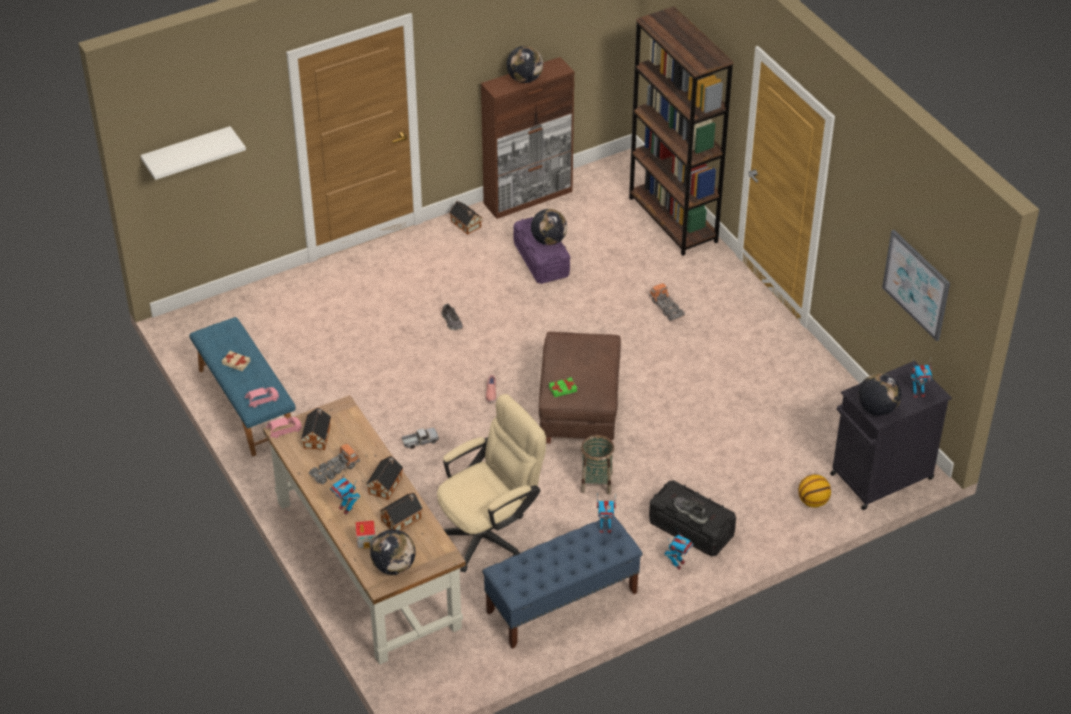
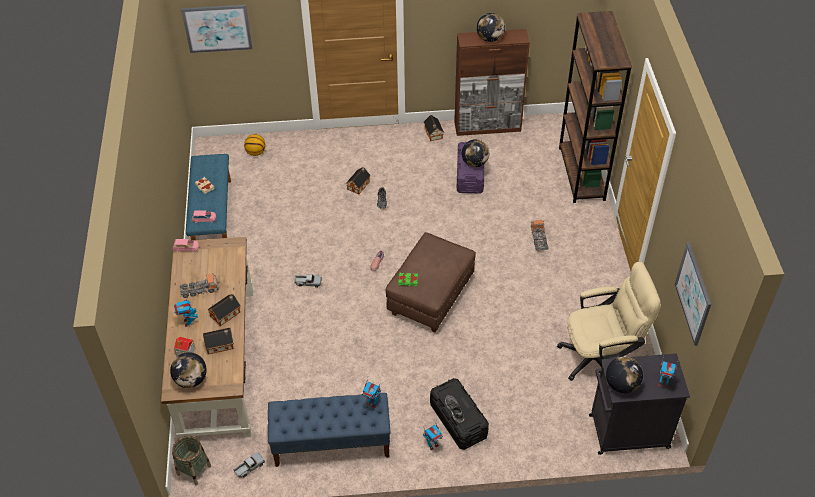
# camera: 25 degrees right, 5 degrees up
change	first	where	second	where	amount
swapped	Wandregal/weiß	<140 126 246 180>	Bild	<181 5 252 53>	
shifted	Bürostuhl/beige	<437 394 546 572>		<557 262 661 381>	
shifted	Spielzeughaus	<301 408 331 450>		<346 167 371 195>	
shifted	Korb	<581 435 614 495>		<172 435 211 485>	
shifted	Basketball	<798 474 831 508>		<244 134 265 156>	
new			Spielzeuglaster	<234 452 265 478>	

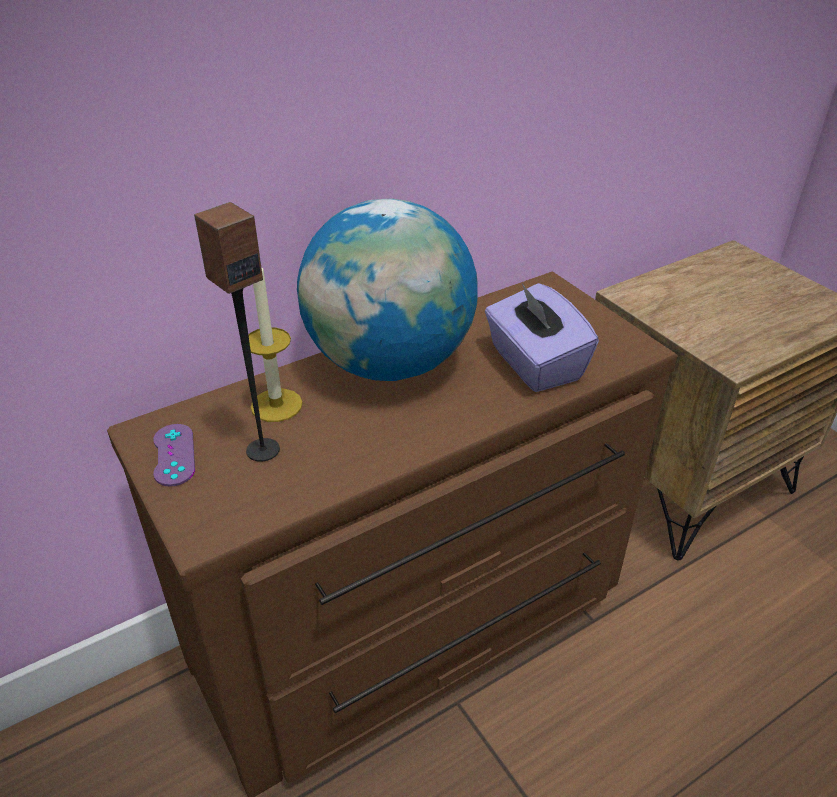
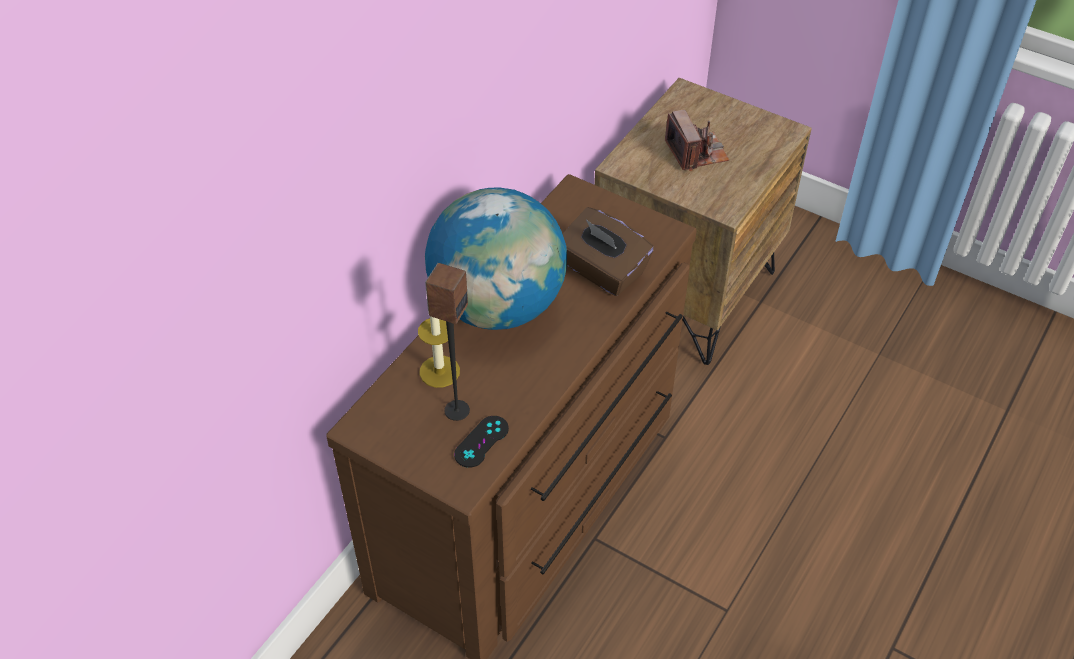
# camera: 25 degrees left, 10 degrees up
change	first	where	second	where	amount
repainted	Taschentuchbox/lila	<485 283 599 392>	Taschentuchbox/braun	<563 207 654 296>	
gone	Gamepad/lila	<153 424 195 487>			
new			Kamera	<665 110 729 171>	
new			Gamepad/schwarz	<454 416 509 468>	

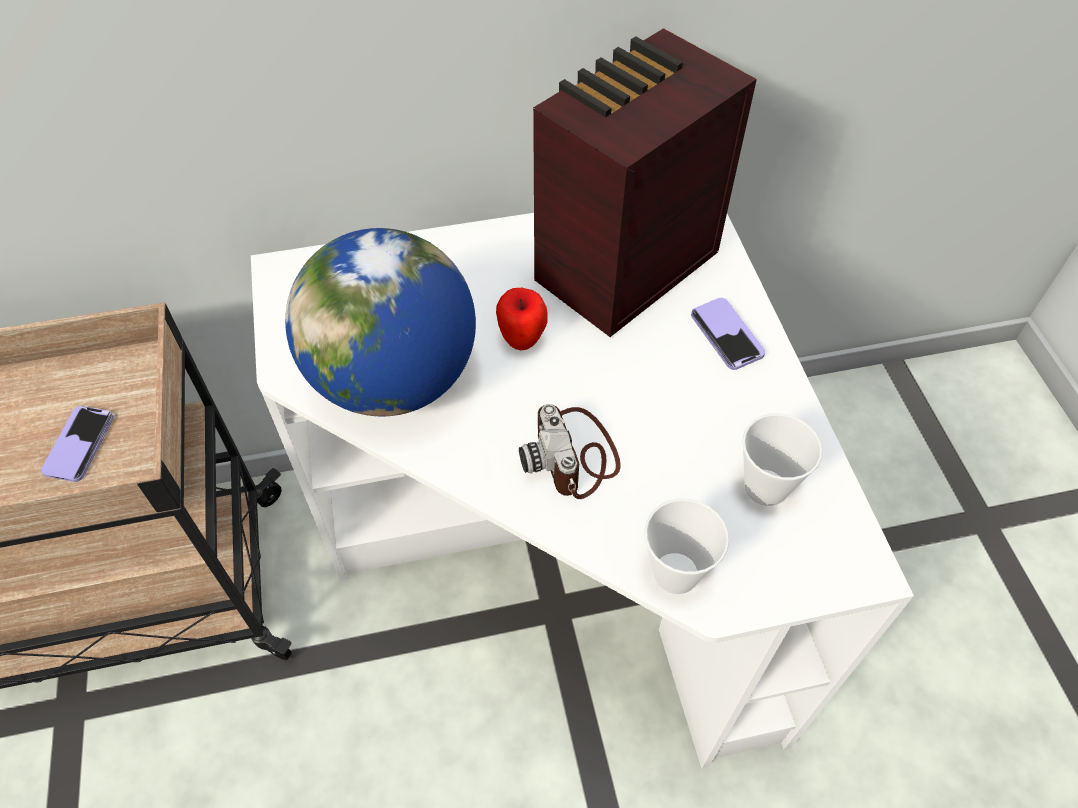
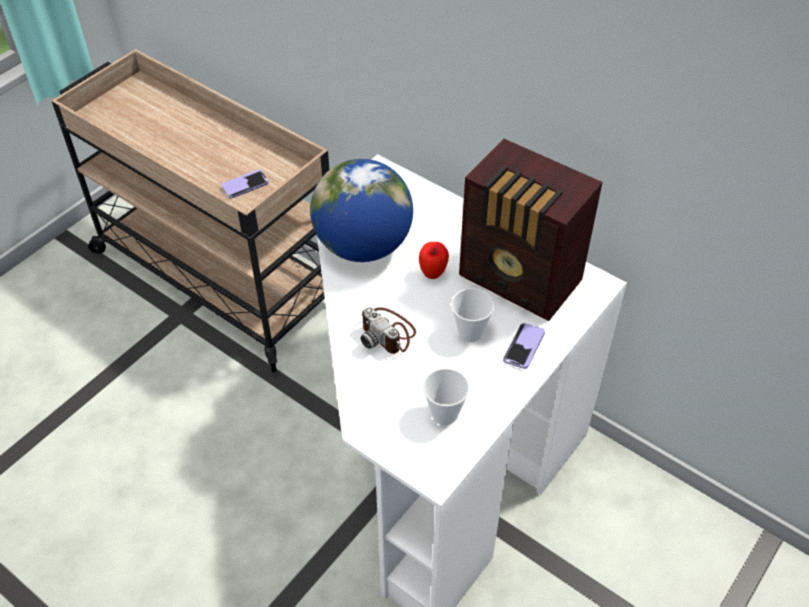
# camera: 50 degrees right, 5 degrees down
change	first	where	second	where	amount
rotated	Radio	<533 28 757 337>		<459 139 603 321>	150 degrees counterclockwise
rotated	Kamera	<519 404 621 499>		<360 307 416 354>	75 degrees counterclockwise
shifted	Tasse	<644 499 729 594>		<451 288 495 342>	

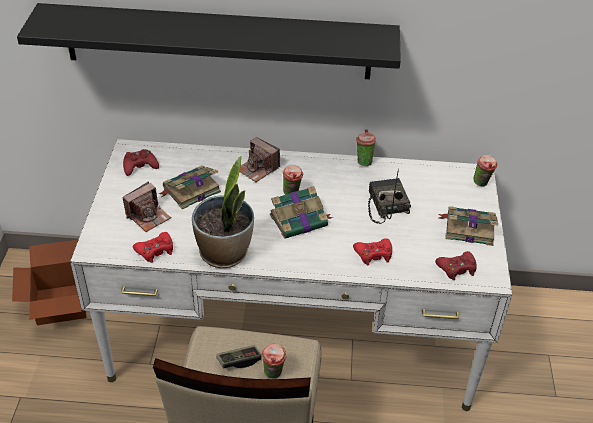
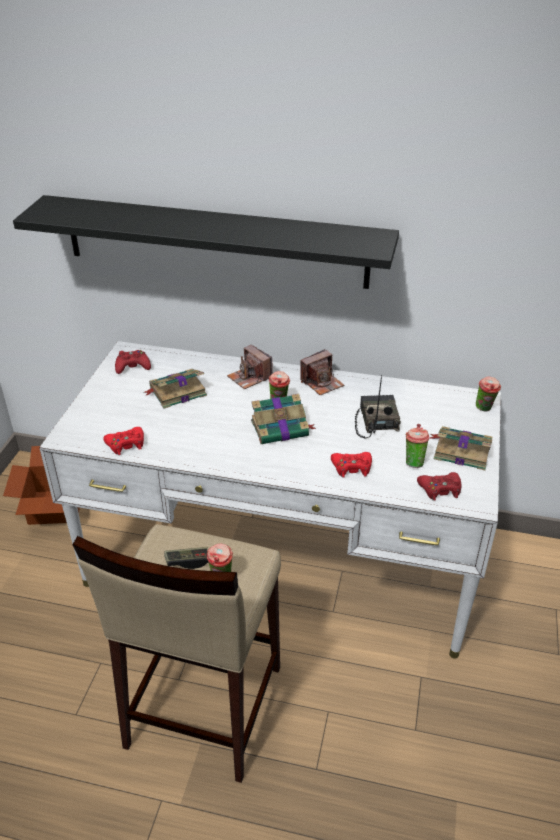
# camera: 10 degrees right, 5 degrees down
change	first	where	second	where	amount
shifted	Tasse	<356 129 376 166>		<406 424 429 468>	
gone	Topfpflanze	<192 156 254 268>			
shifted	Kamera	<122 182 171 232>		<300 349 344 395>	

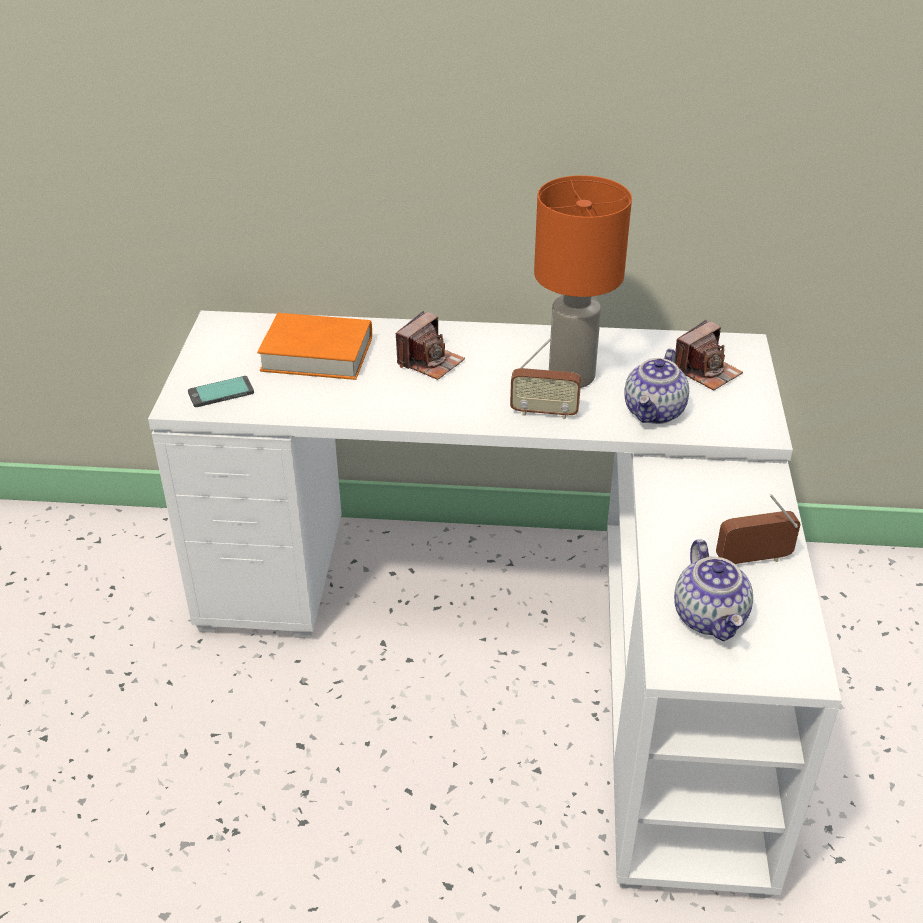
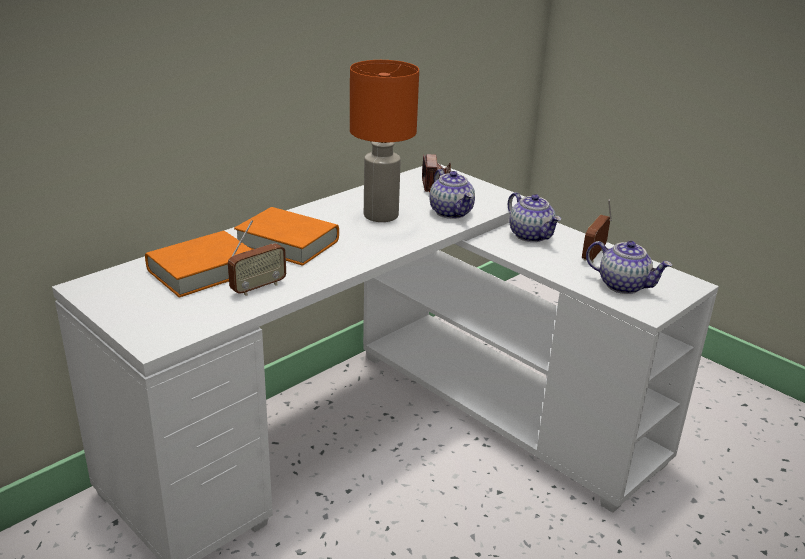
# camera: 50 degrees left, 10 degrees down
change	first	where	second	where	amount
swapped	Kamera	<396 311 465 380>	Buch/orange	<234 207 339 266>	
shifted	Radio	<510 338 581 420>		<228 220 286 296>	
gone	Handy	<188 376 254 407>			
new			Teekanne	<508 192 561 242>	

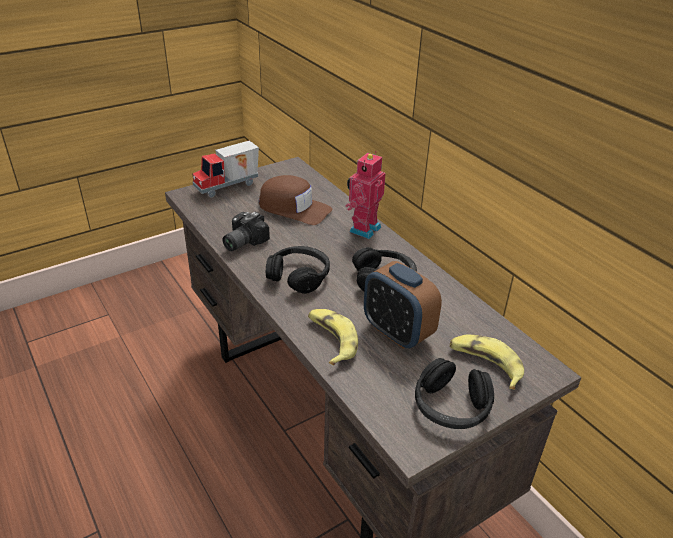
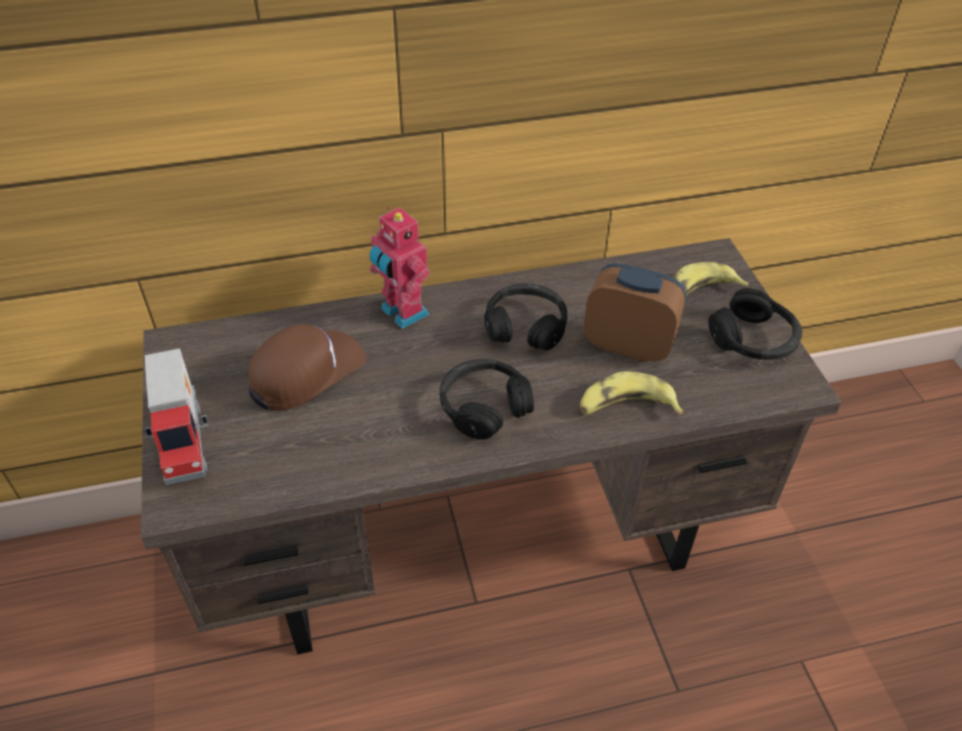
# camera: 70 degrees left, 10 degrees up
change	first	where	second	where	amount
gone	Kamera	<223 211 270 251>			
rotated	Wecker	<364 261 442 349>		<584 263 686 362>	135 degrees counterclockwise

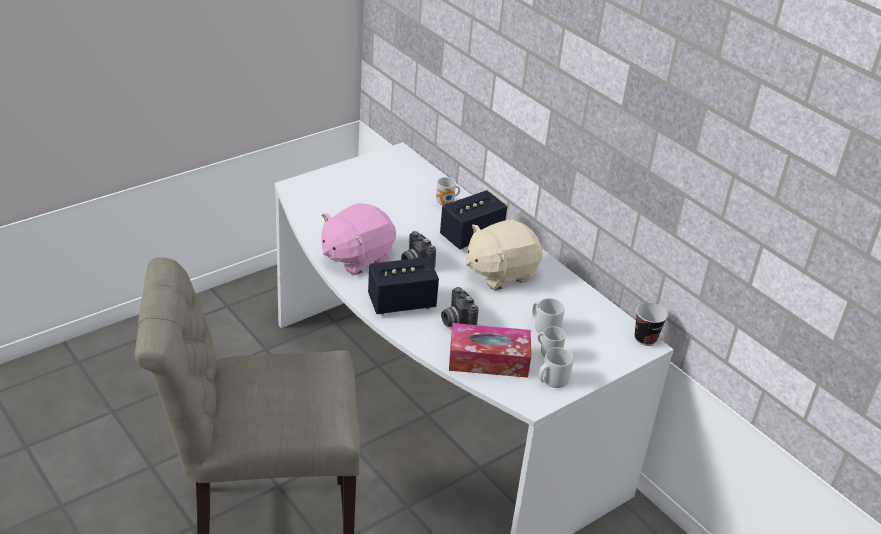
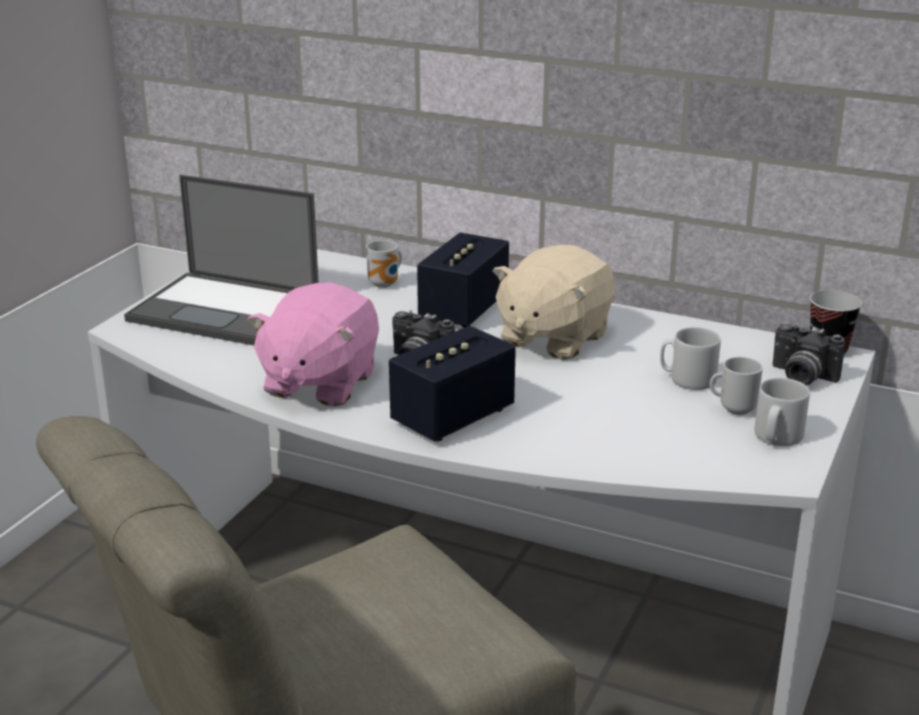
# camera: 25 degrees left, 10 degrees down
change	first	where	second	where	amount
shifted	Kamera	<441 287 478 327>		<773 323 845 385>	
gone	Taschentuchbox	<449 323 531 378>			
new			Laptop	<124 175 319 345>	

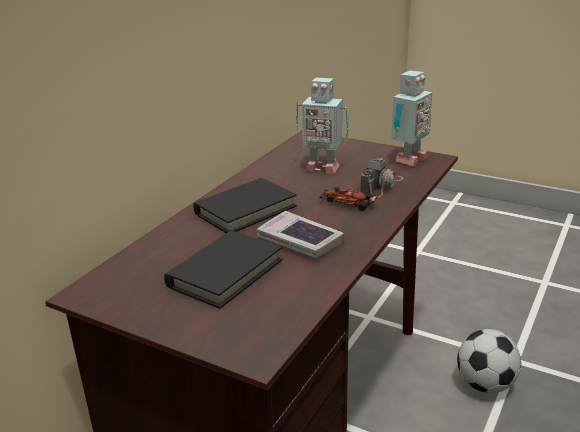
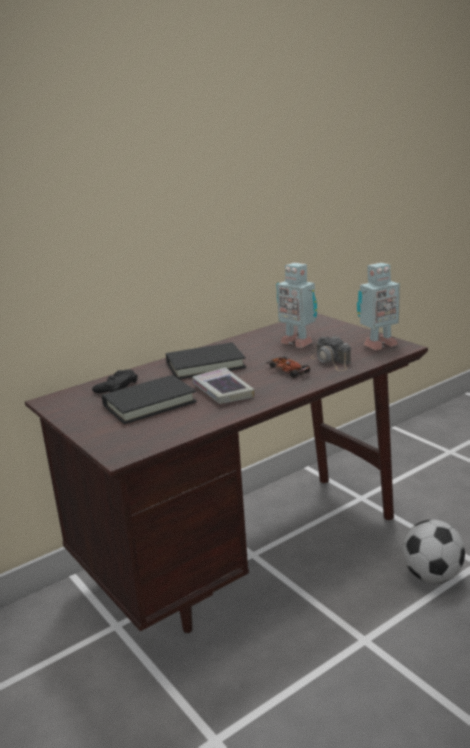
# camera: 25 degrees right, 5 degrees down
change	first	where	second	where	amount
rotated	Kamera	<360 158 403 197>		<311 336 351 371>	90 degrees clockwise
new			Gamepad/schwarz	<92 369 138 393>	

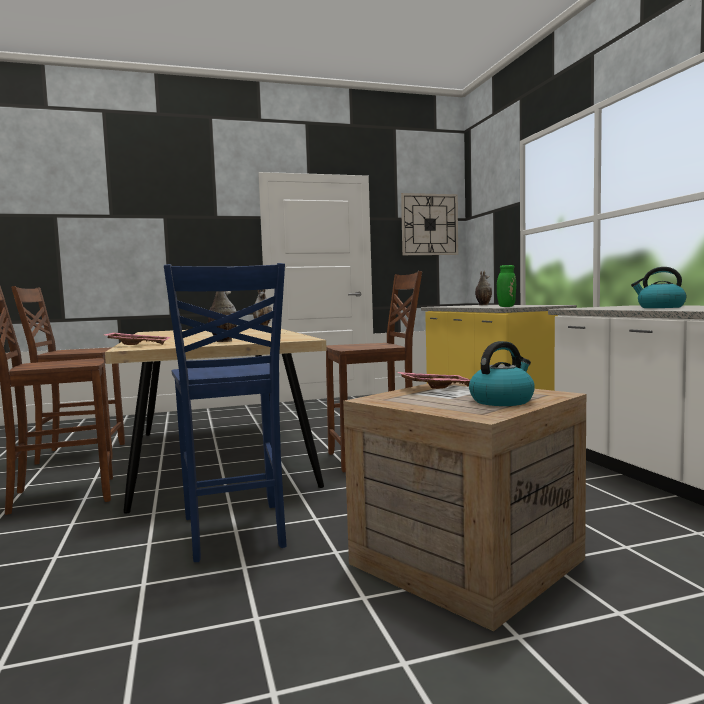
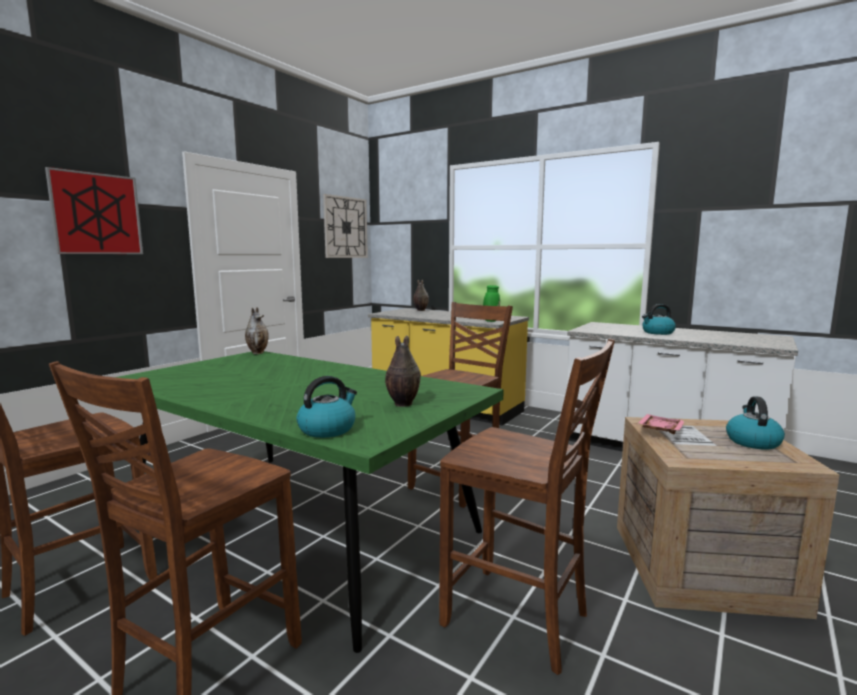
# camera: 40 degrees left, 5 degrees up
change	first	where	second	where	amount
repainted	Stuhl/blau	<164 263 286 562>	Stuhl/braun	<439 338 615 675>	
repainted	Esstisch/beige	<105 326 327 514>	Esstisch/grün	<115 351 504 653>	
swapped	Tablett/rosa	<104 333 171 345>	Wasserkessel	<296 376 357 438>	
new			Bild	<45 167 143 254>	

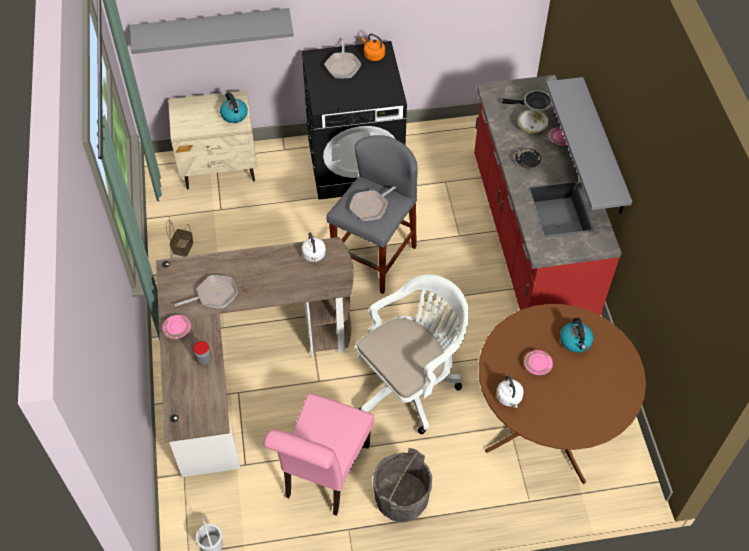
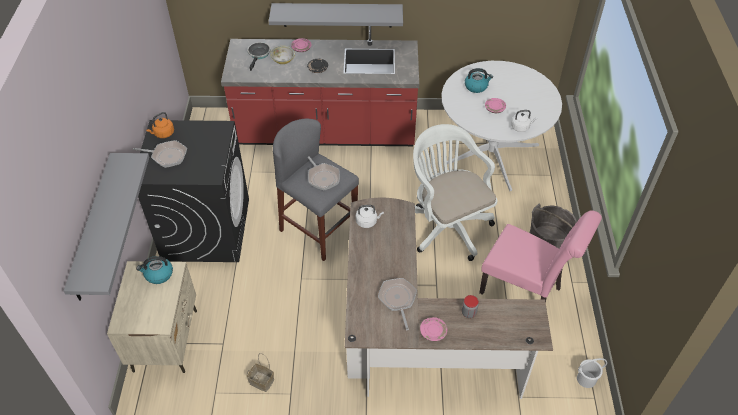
# camera: 80 degrees left, 5 degrees down
change	first	where	second	where	amount
repainted	Esstisch/braun	<479 304 646 484>	Esstisch/weiß	<441 61 562 191>	

